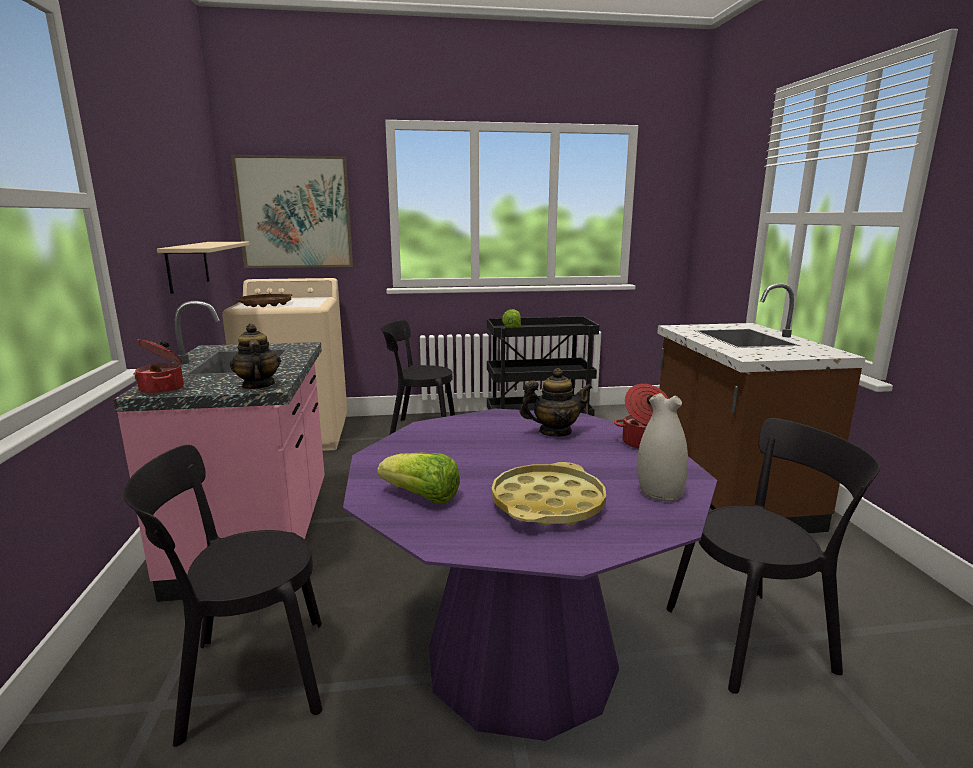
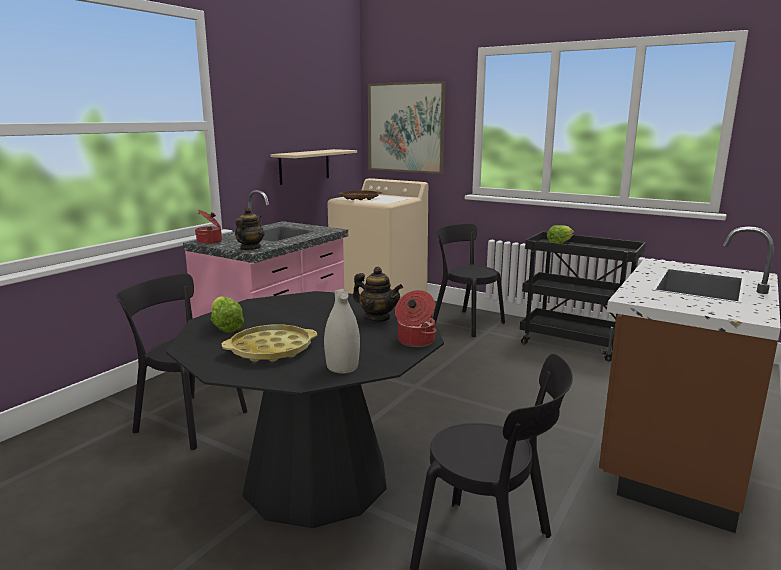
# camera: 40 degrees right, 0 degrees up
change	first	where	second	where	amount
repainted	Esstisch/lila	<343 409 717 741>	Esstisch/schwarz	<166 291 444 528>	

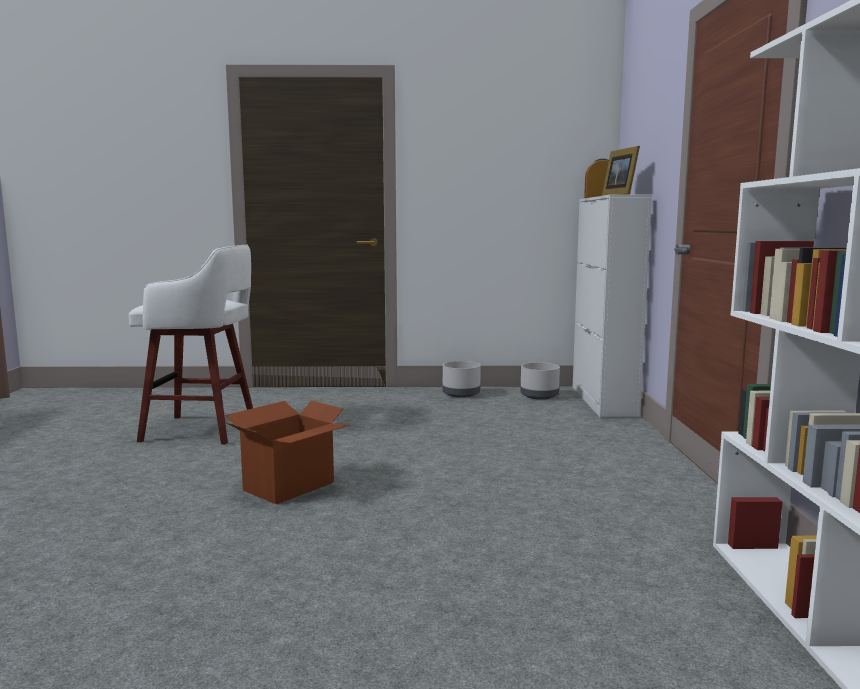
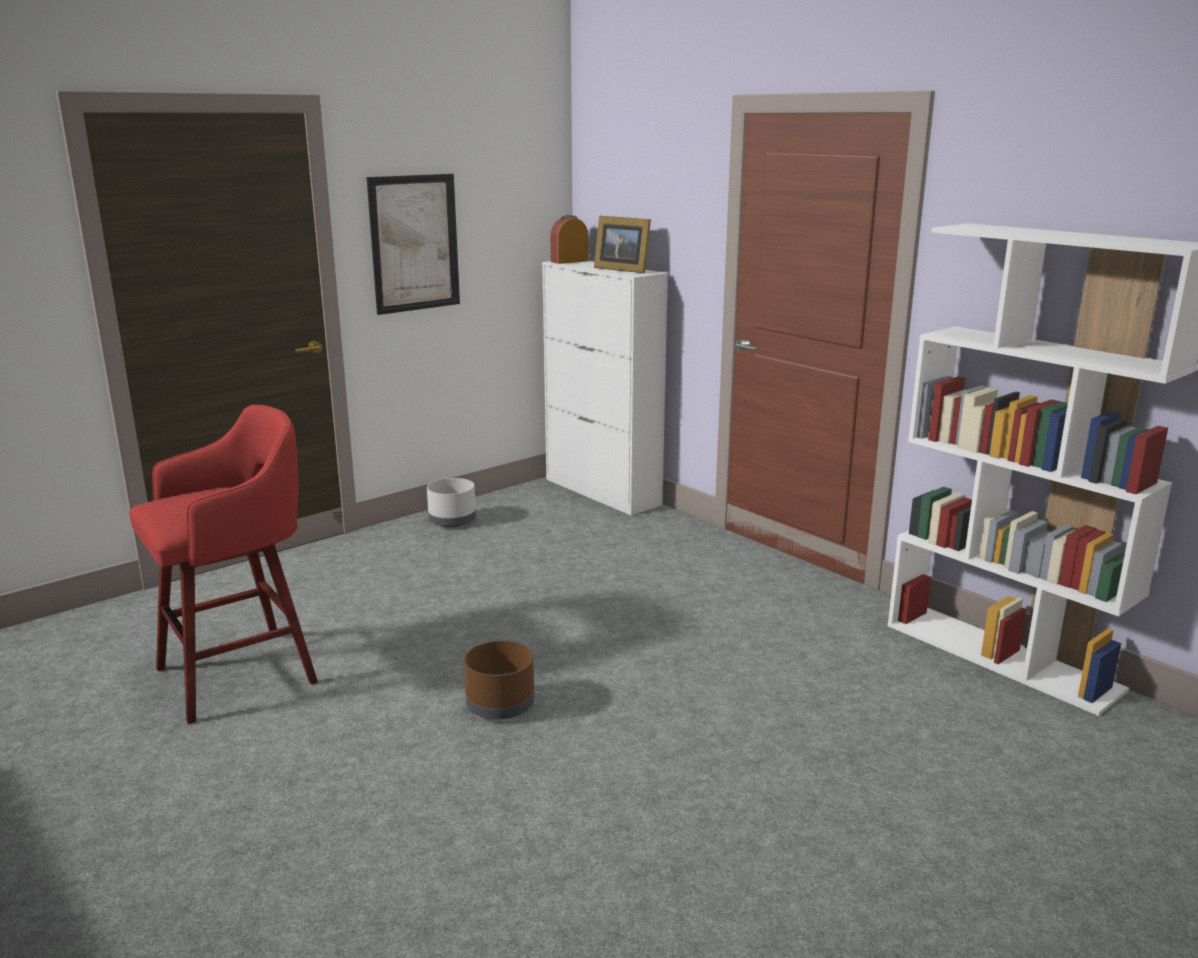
# camera: 40 degrees left, 10 degrees up
change	first	where	second	where	amount
repainted	Hocker/weiß	<129 245 253 444>	Hocker/rot	<129 405 318 724>	
gone	Pflanzkübel/grau	<521 362 560 400>			
swapped	Karton	<225 400 350 504>	Pflanzkübel/braun	<464 640 535 720>	
new			Bild	<367 174 460 315>	

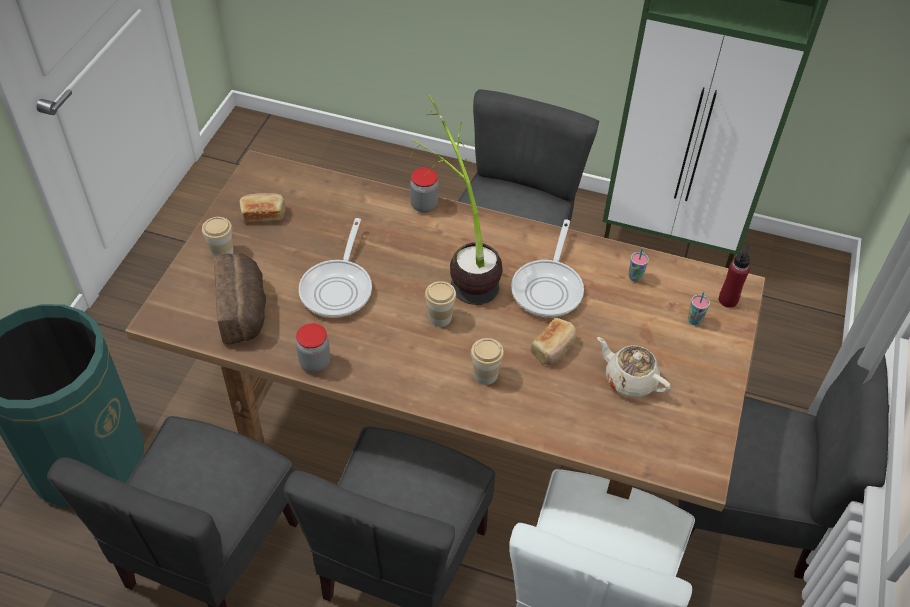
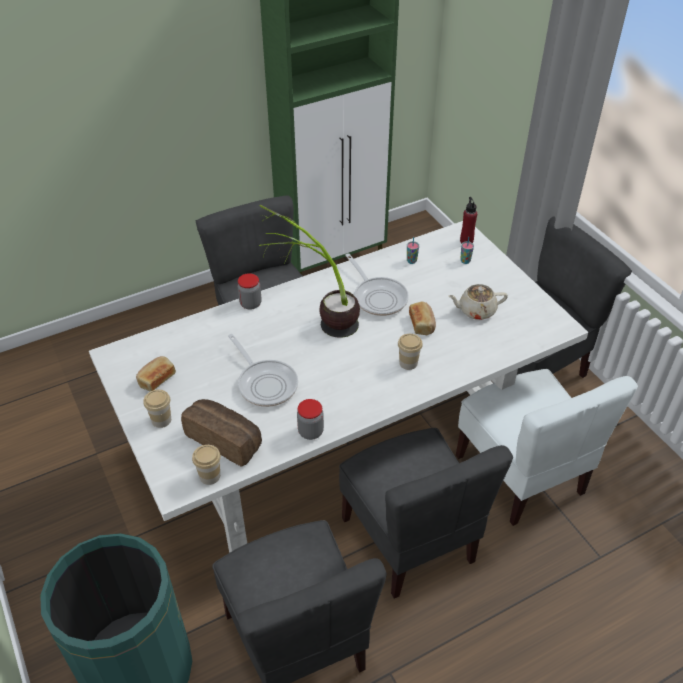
# camera: 45 degrees left, 5 degrees down
change	first	where	second	where	amount
repainted	Esstisch/braun	<125 150 765 511>	Esstisch/weiß	<89 221 588 553>	
shifted	Tasse	<425 281 456 327>		<192 445 221 485>	

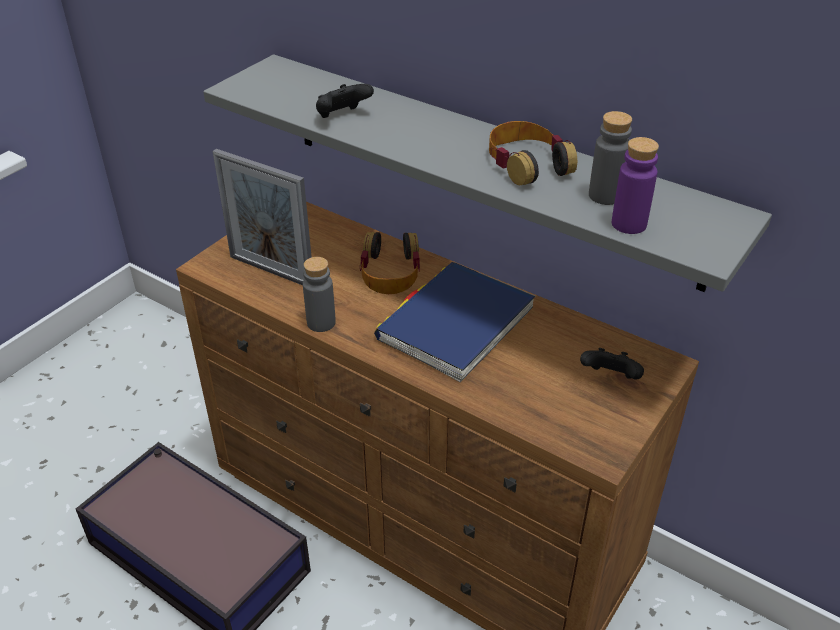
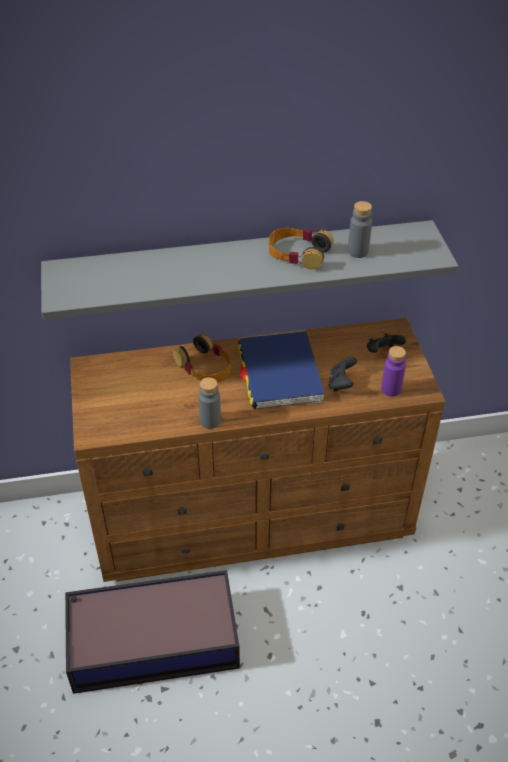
# camera: 45 degrees left, 5 degrees up
change	first	where	second	where	amount
shifted	Gamepad/schwarz	<316 84 374 118>		<328 357 357 391>	
shifted	Flasche/lila	<612 137 659 234>		<381 346 406 397>	
gone	Bilderrahmen	<213 149 312 285>			

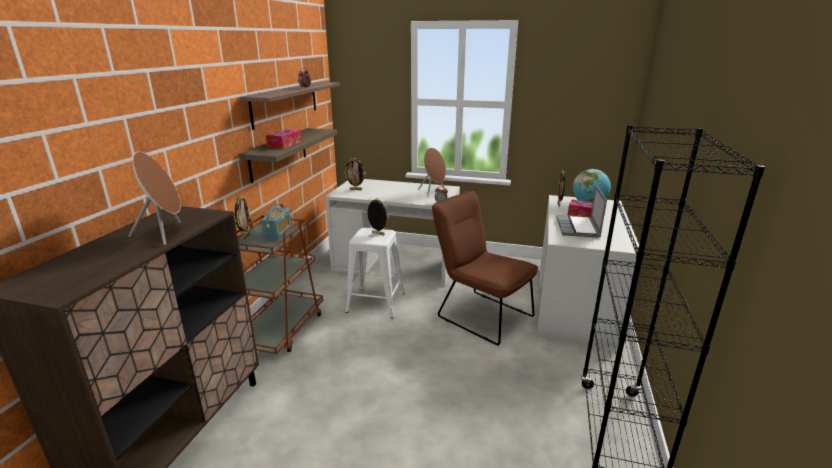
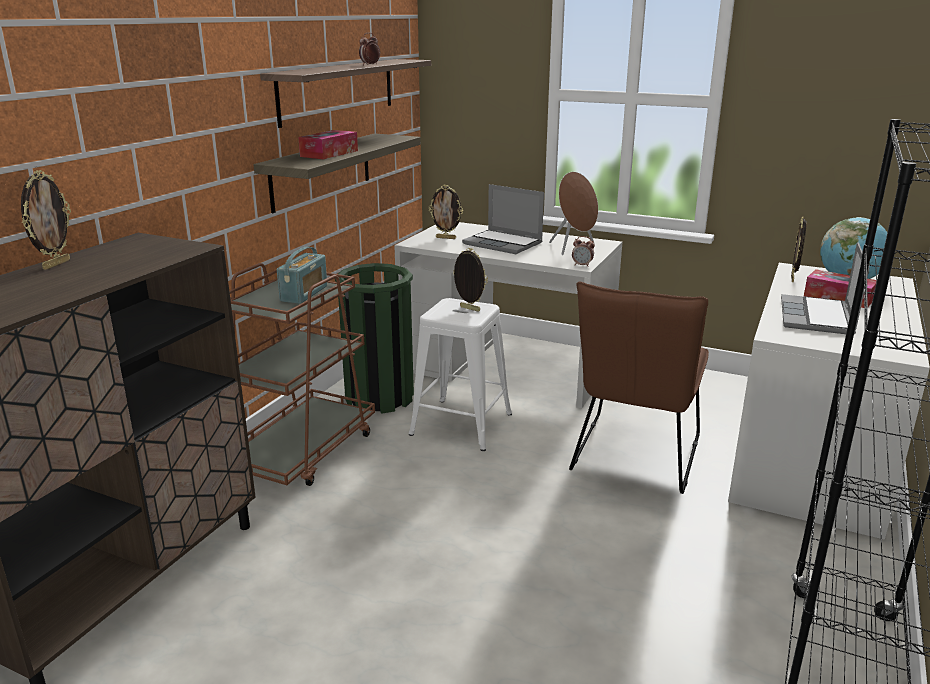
# camera: 10 degrees right, 0 degrees up
change	first	where	second	where	amount
gone	Lautsprecher/braun	<129 152 181 245>			
rotated	Stuhl/braun	<432 190 538 345>		<569 282 709 494>	120 degrees counterclockwise
shifted	Bilderrahmen	<235 195 250 240>		<21 170 71 270>	
new			Laptop	<462 184 544 254>	
new			Mülleimer/grün	<335 263 414 414>	

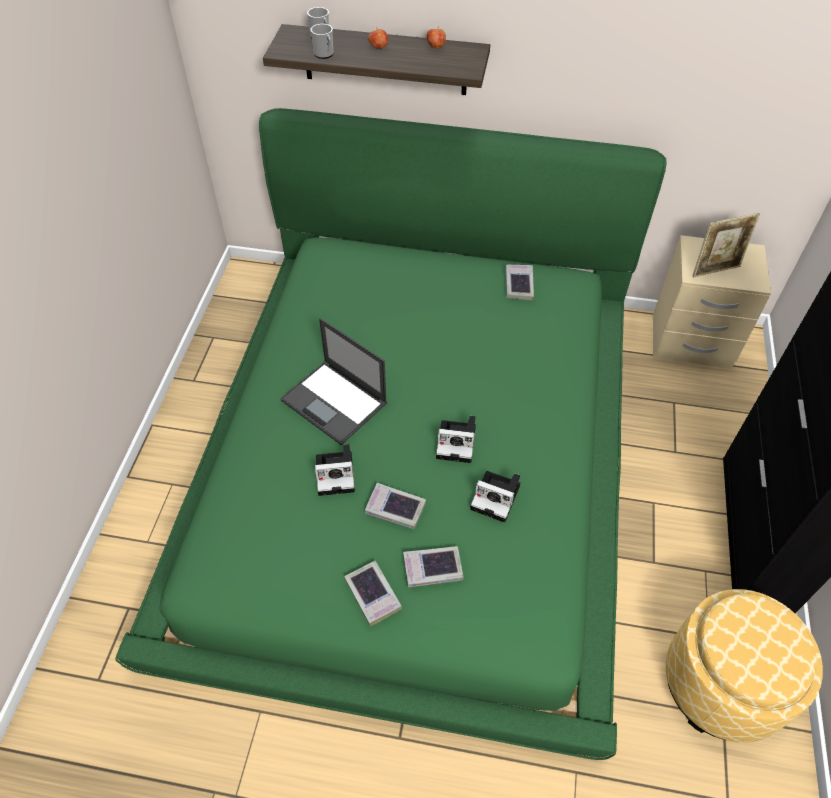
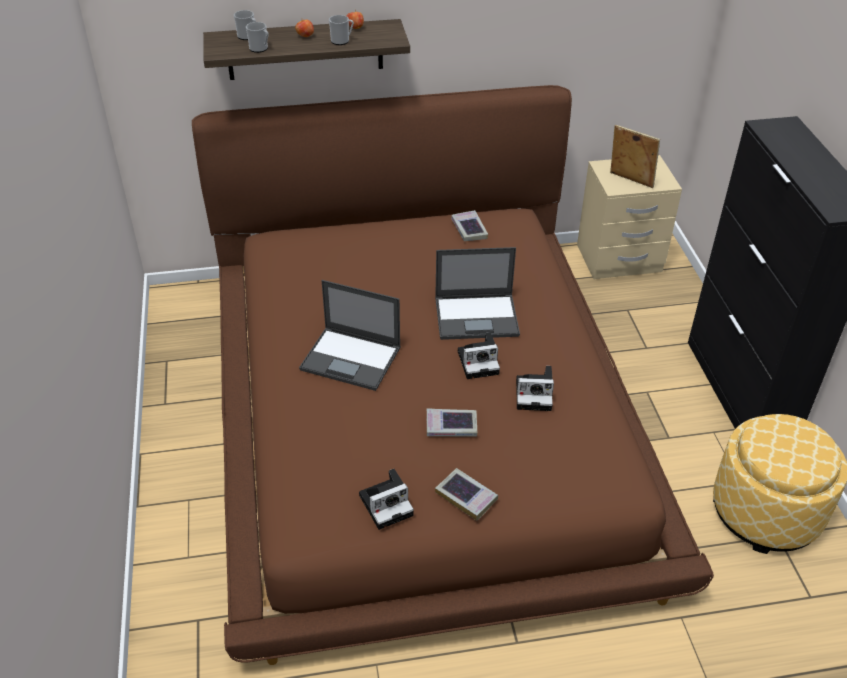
# camera: 20 degrees left, 10 degrees down
change	first	where	second	where	amount
repainted	Bett/grün	<116 108 667 760>	Bett/braun	<192 85 714 665>	
rotated	Bilderrahmen	<693 213 760 277>		<610 124 660 188>	105 degrees counterclockwise
shifted	Kamera	<315 444 355 496>		<359 469 414 530>	
gone	Buch	<403 546 463 587>			
new			Henkelbecher	<329 15 354 45>	
new			Laptop	<435 247 520 340>	

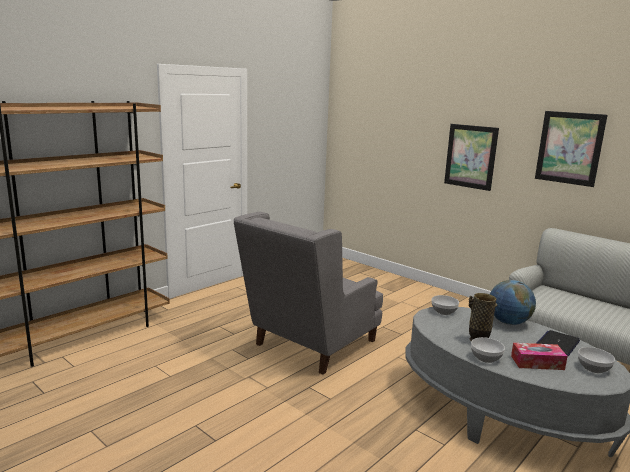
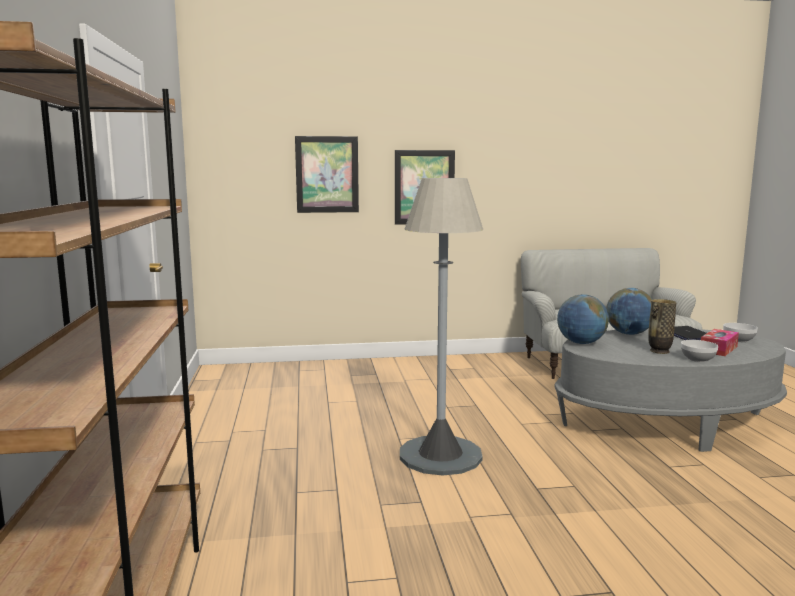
# camera: 50 degrees left, 5 degrees down
change	first	where	second	where	amount
shifted	Bild	<535 111 608 187>		<295 136 359 213>	
swapped	Sessel/grau	<234 212 383 375>	Stehlampe/grau	<400 178 483 476>	
swapped	Schüssel	<432 295 459 315>	Globus	<557 294 609 344>	

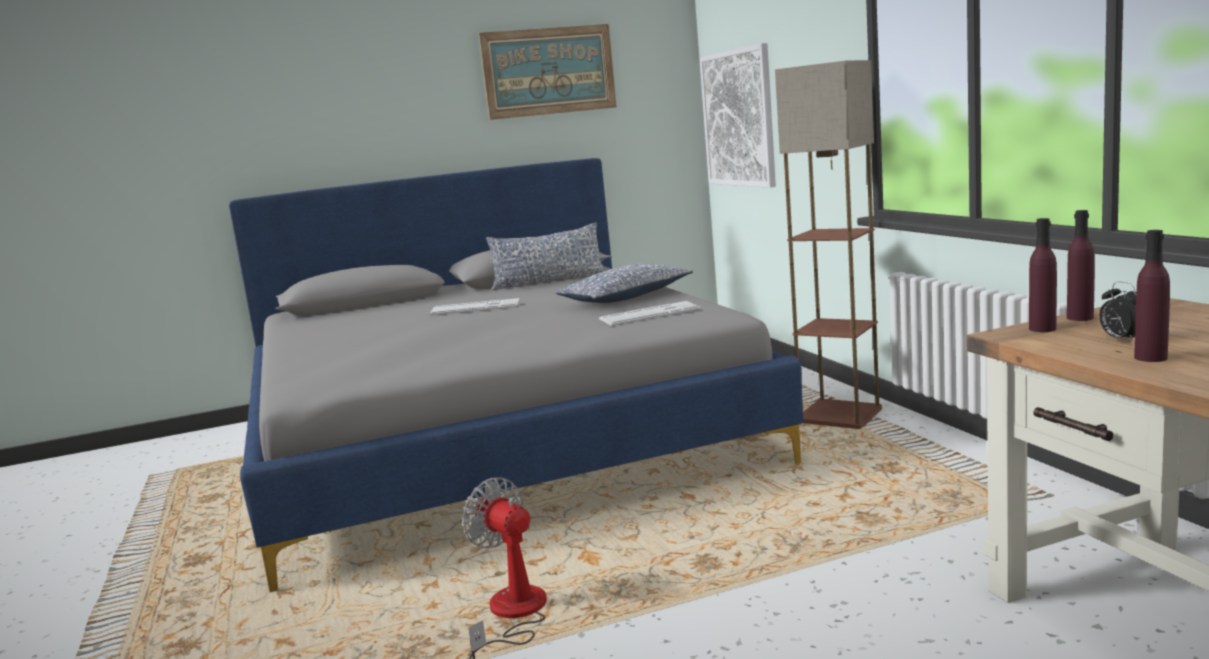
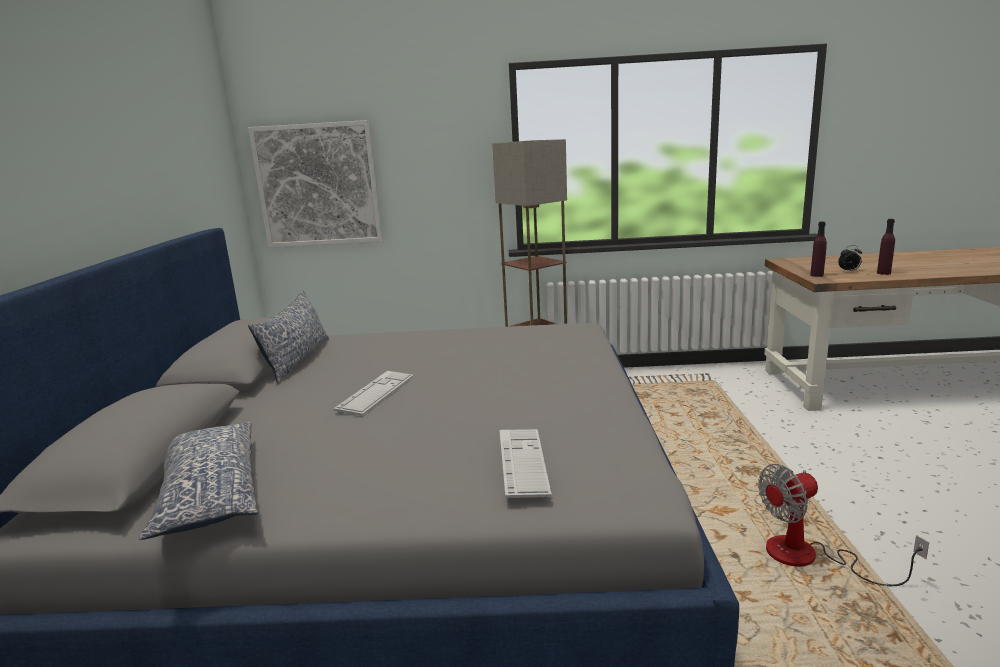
# camera: 70 degrees left, 5 degrees up
change	first	where	second	where	amount
gone	Bild	<478 24 617 120>			
gone	Flasche/lila	<1067 210 1095 321>			
shifted	Kissen	<555 263 693 303>		<139 421 258 540>	
shifted	Tastatur	<599 301 701 326>		<499 429 552 498>	

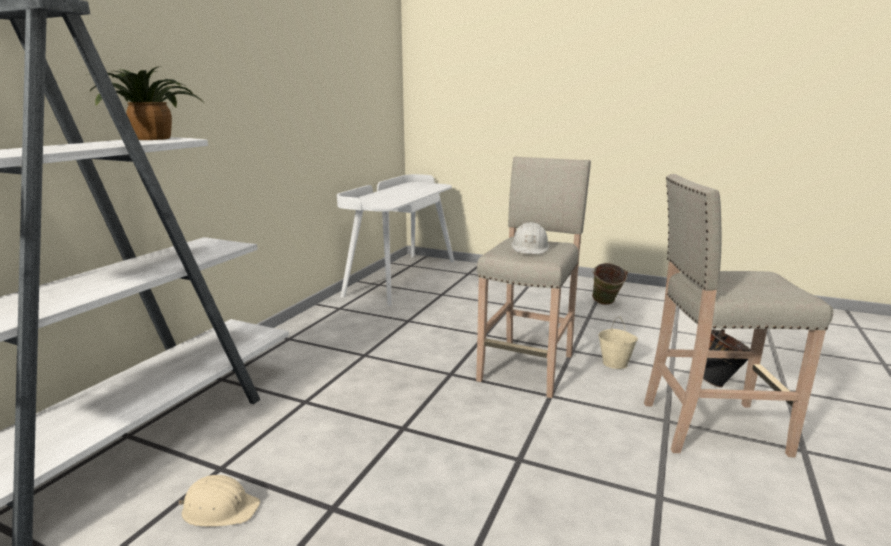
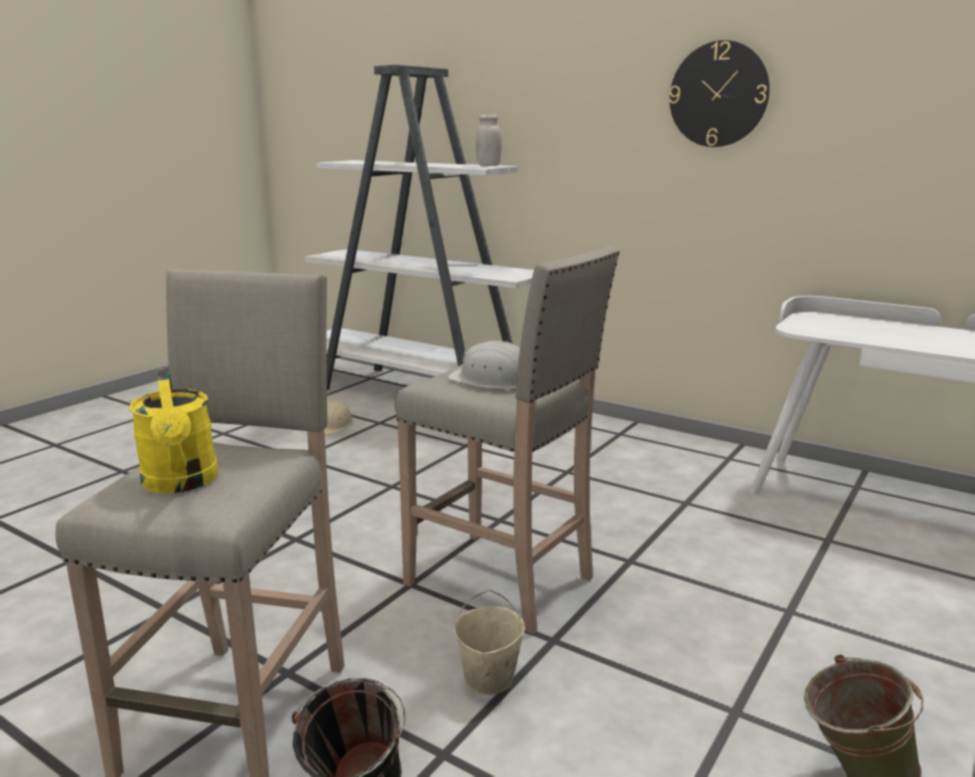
# camera: 100 degrees right, 0 degrees up
change	first	where	second	where	amount
swapped	Topfpflanze	<87 66 206 140>	Vorratsglas/weiß	<476 115 502 166>	
new			Wanduhr	<669 40 770 147>	
new			Gießkanne/gelb	<130 369 219 493>	

